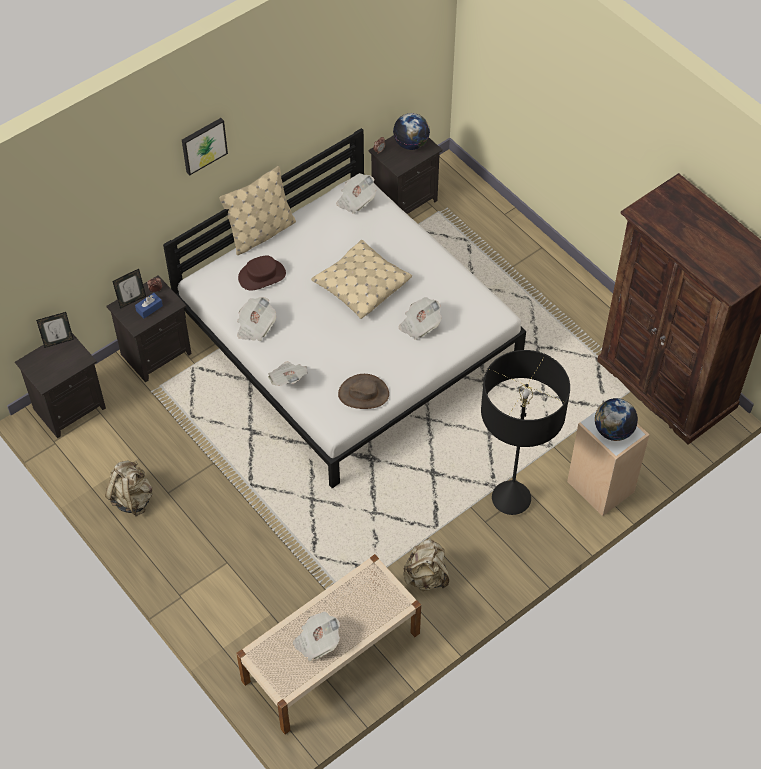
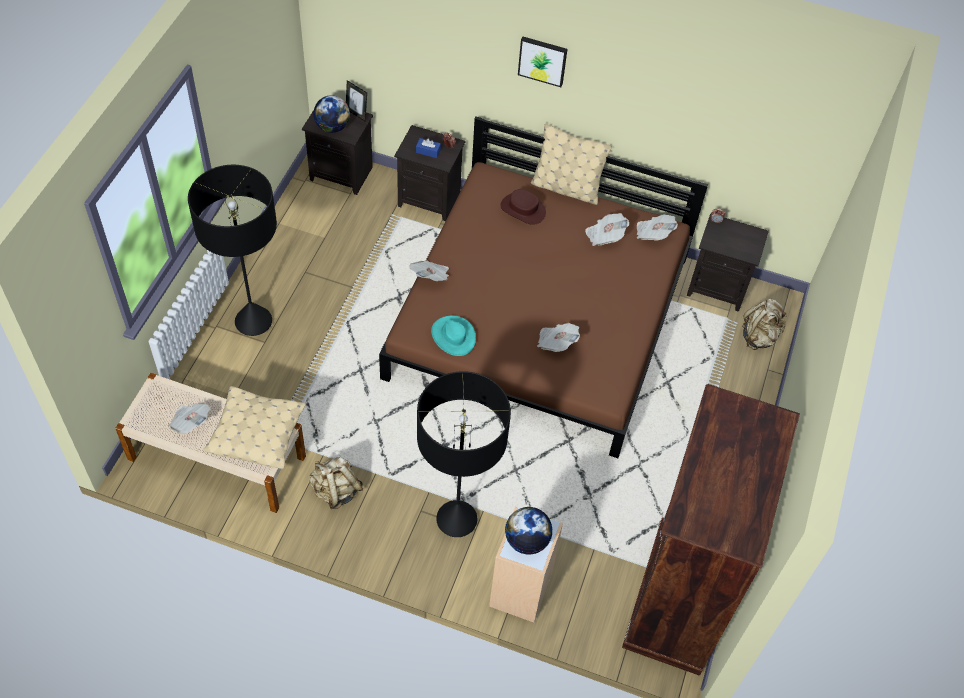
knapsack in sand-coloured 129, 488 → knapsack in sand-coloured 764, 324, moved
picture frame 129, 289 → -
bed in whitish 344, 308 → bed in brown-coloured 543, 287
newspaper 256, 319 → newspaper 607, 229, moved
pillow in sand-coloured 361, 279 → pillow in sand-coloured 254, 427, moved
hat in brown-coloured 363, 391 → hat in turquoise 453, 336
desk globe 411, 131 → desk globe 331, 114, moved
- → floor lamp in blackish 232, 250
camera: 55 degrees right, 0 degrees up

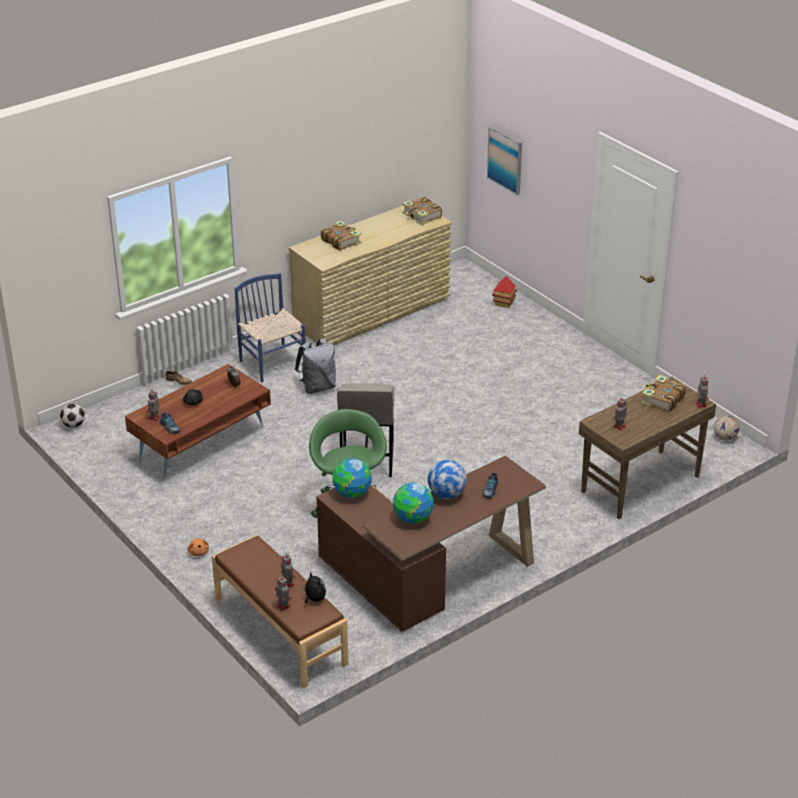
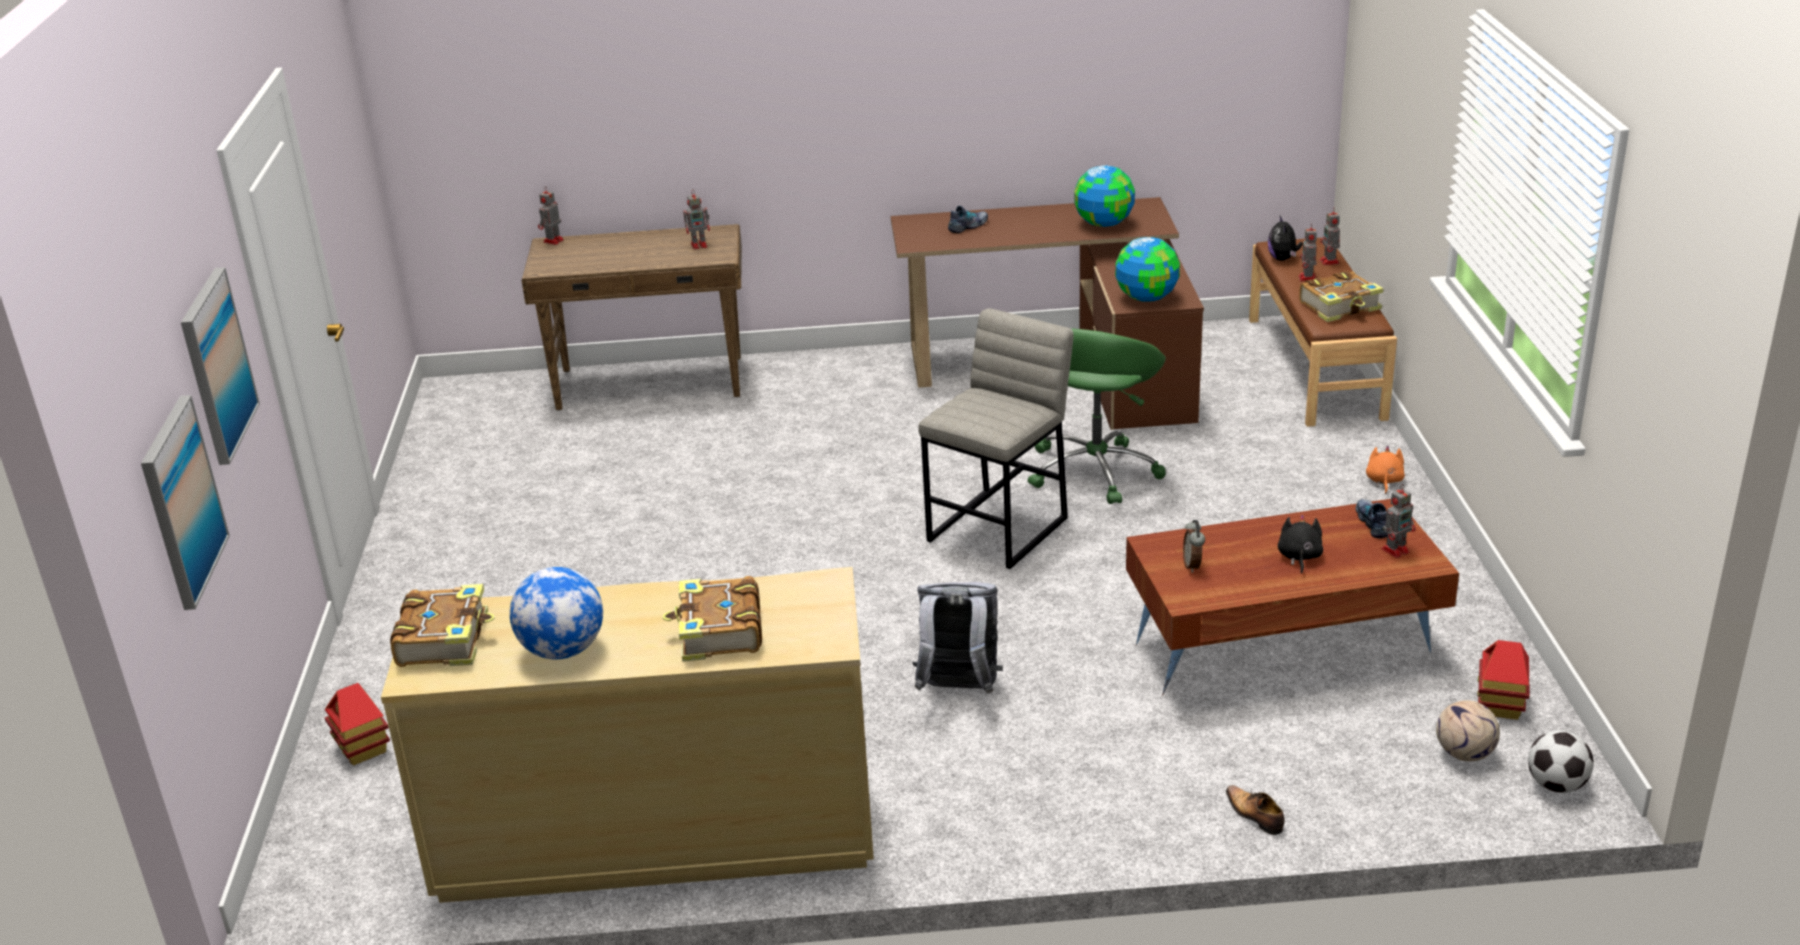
upright chair in bluish 270, 327 → -
desk globe 447, 479 → desk globe 556, 613, moved
volume 663, 393 → volume 1341, 296, moved
football 726, 428 → football 1468, 730, moved
- → picture 220, 366
- → toy house 1503, 680
camera: 145 degrees left, 5 degrees down

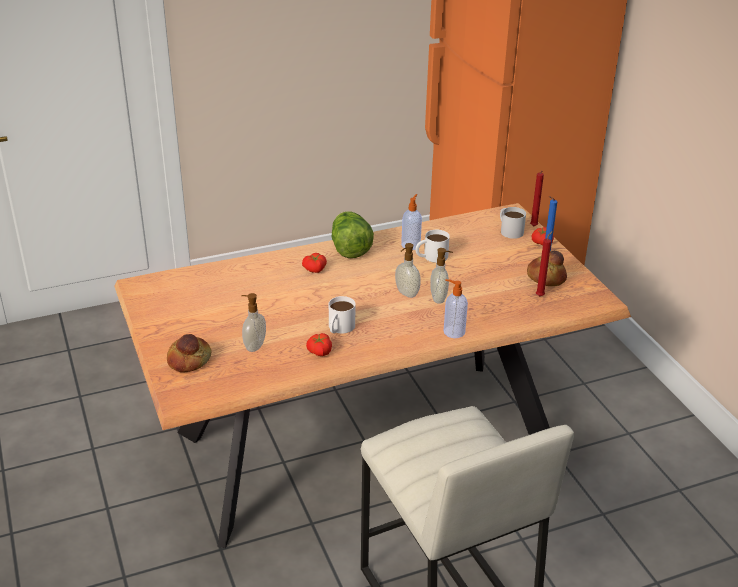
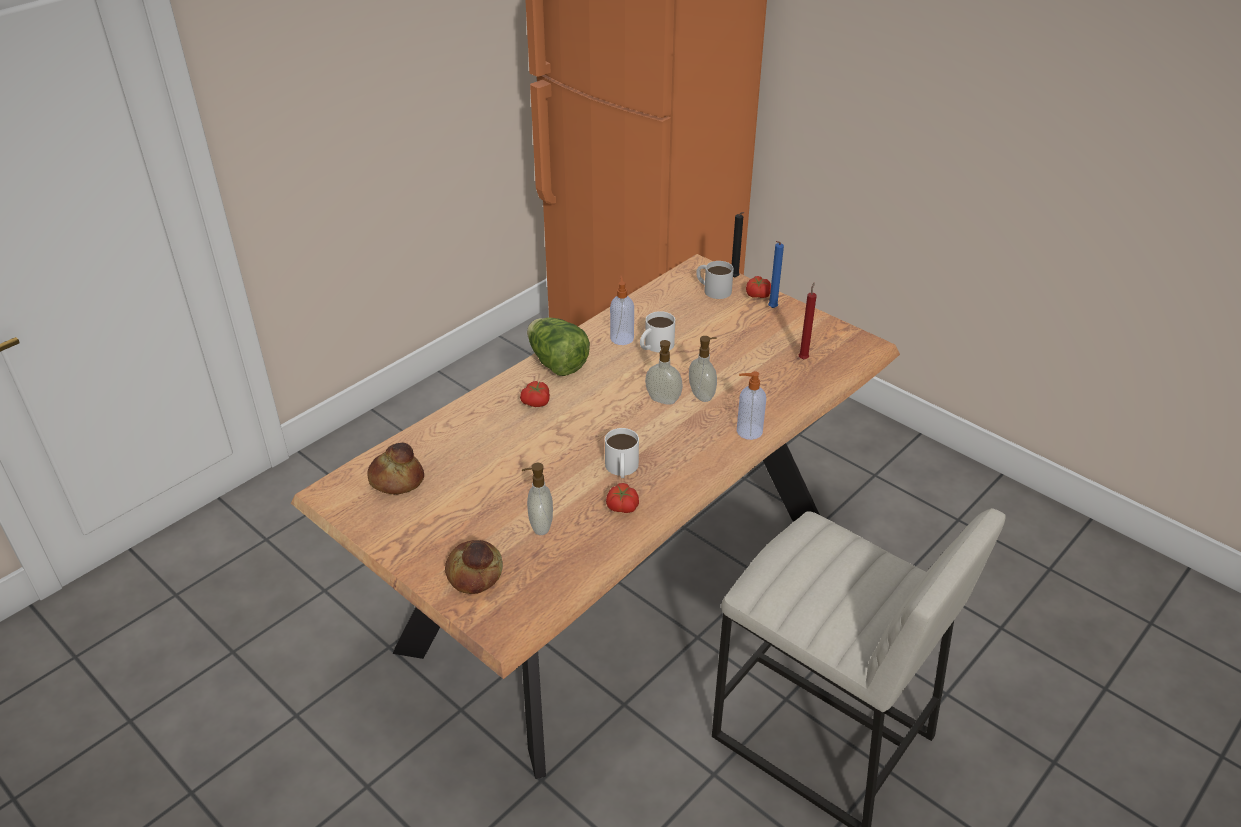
bread 547, 268 → bread 395, 468, moved
wax candle in red-coloured 537, 198 → wax candle in blackish 738, 245
camera: 25 degrees left, 5 degrees up

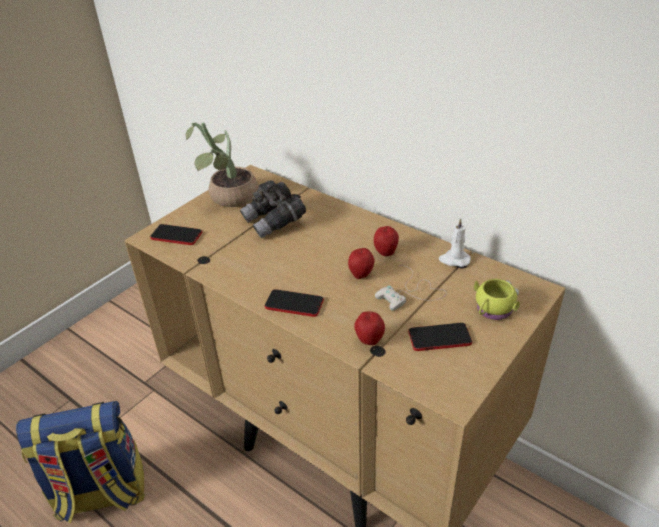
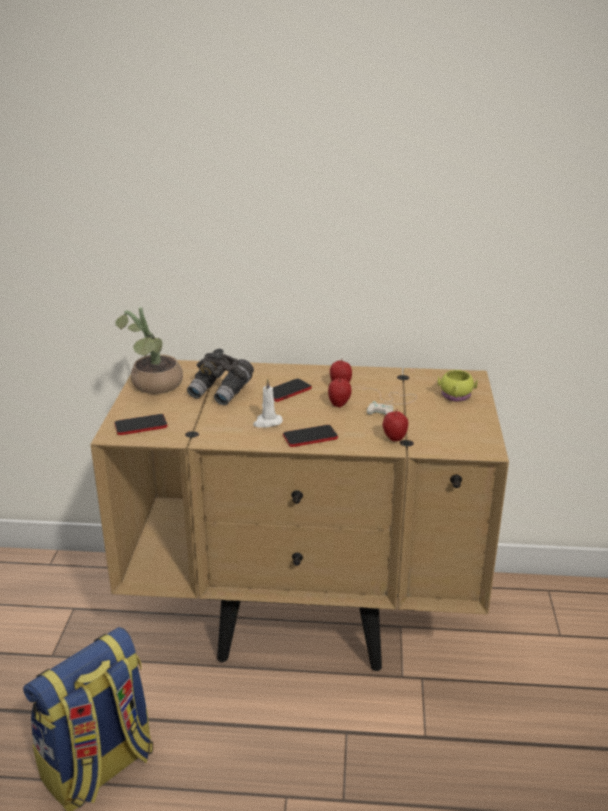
telephone 440, 337 → telephone 292, 390, moved
wax candle in whitish 455, 242 → wax candle in whitish 268, 403, moved
camera: 35 degrees left, 10 degrees down

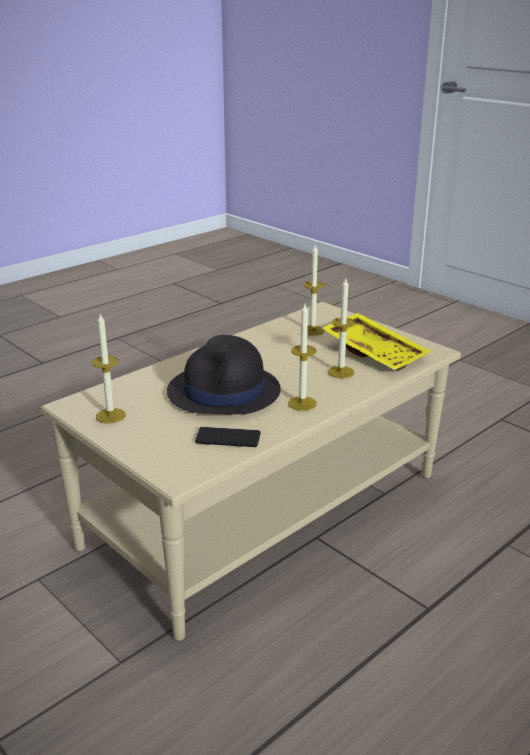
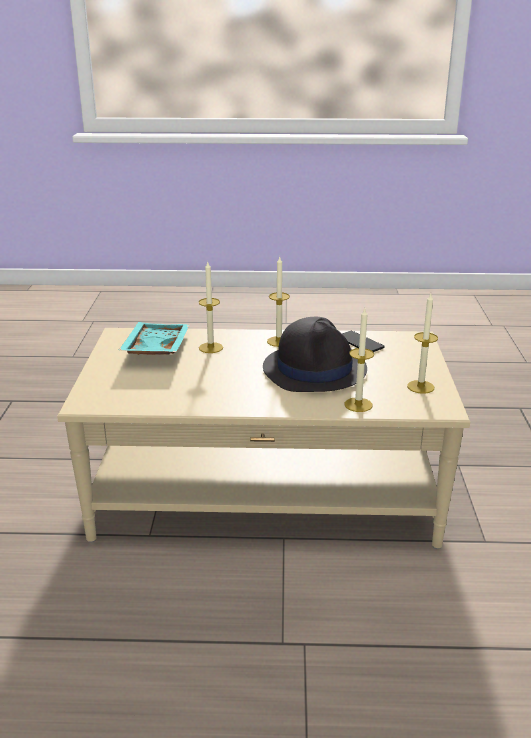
wax candle 314, 290 → wax candle 359, 360, moved
tray in yellow 376, 342 → tray in turquoise 154, 338
camera: 135 degrees left, 0 degrees up

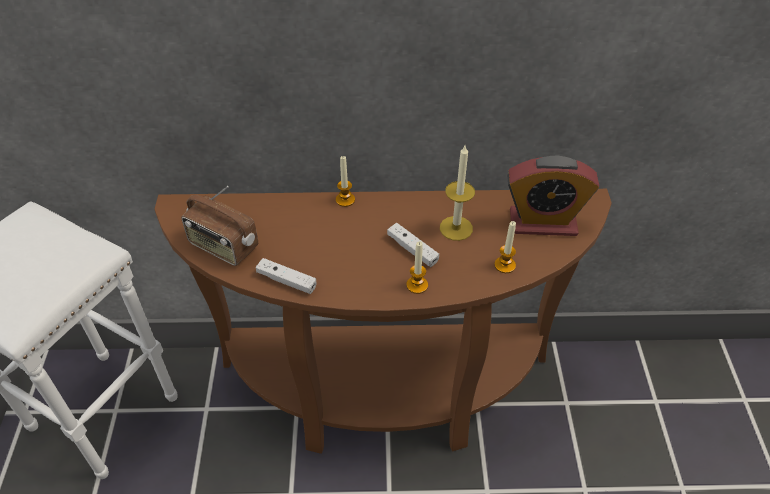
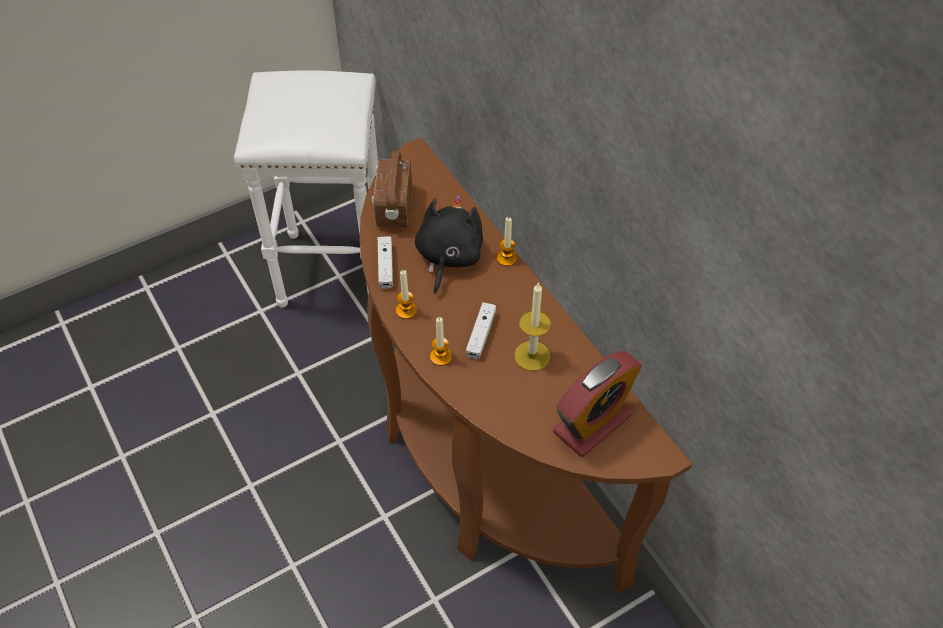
wax candle 505, 247 → wax candle 406, 294, moved
bedside clock 553, 195 → bedside clock 598, 404, 105 degrees counterclockwise
- → plush toy in blackish 449, 245
camera: 60 degrees right, 5 degrees up

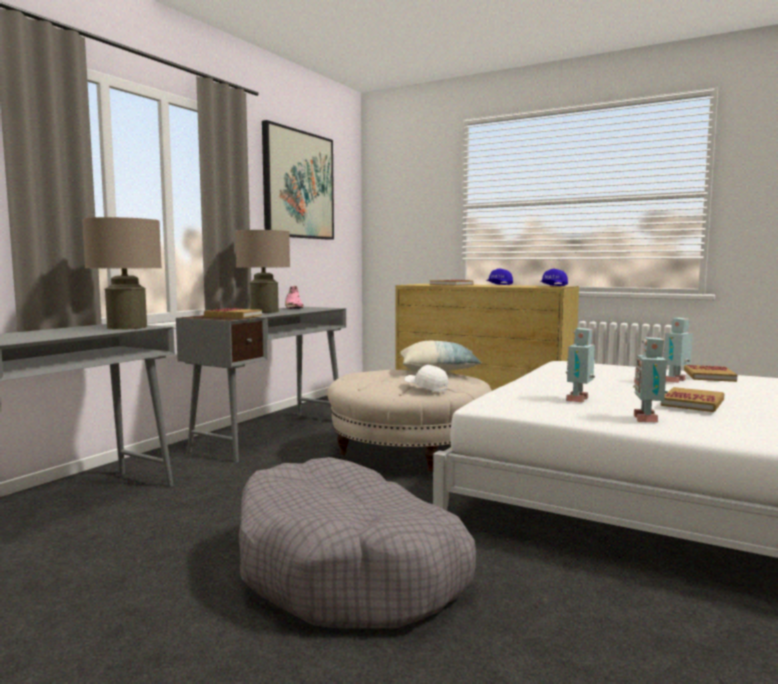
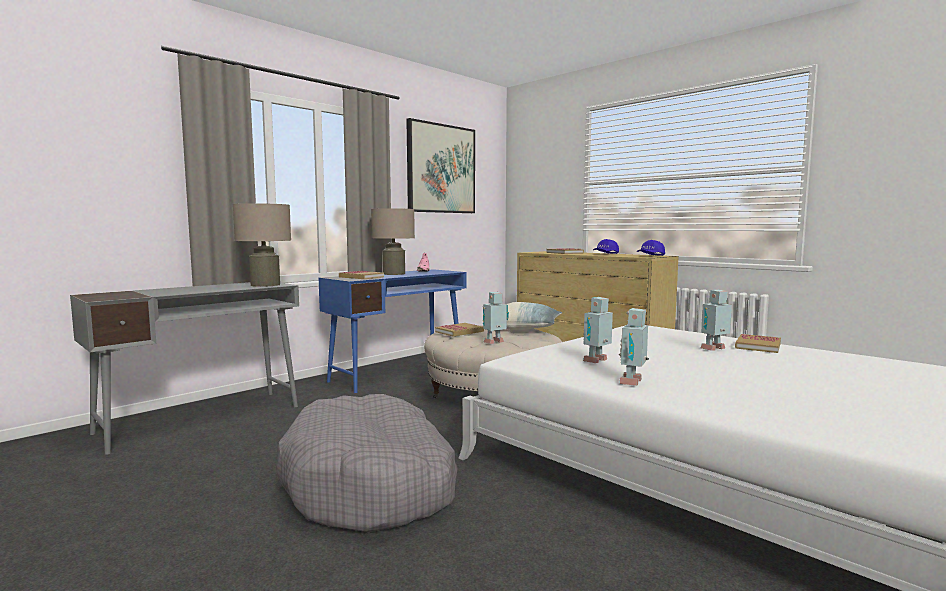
desk table in gray 261, 385 → desk table in bluish 392, 331
baseball cap in whitish 426, 378 → model robot 496, 318
volume 693, 399 → volume 459, 330, moved
camera: 15 degrees right, 0 degrees up

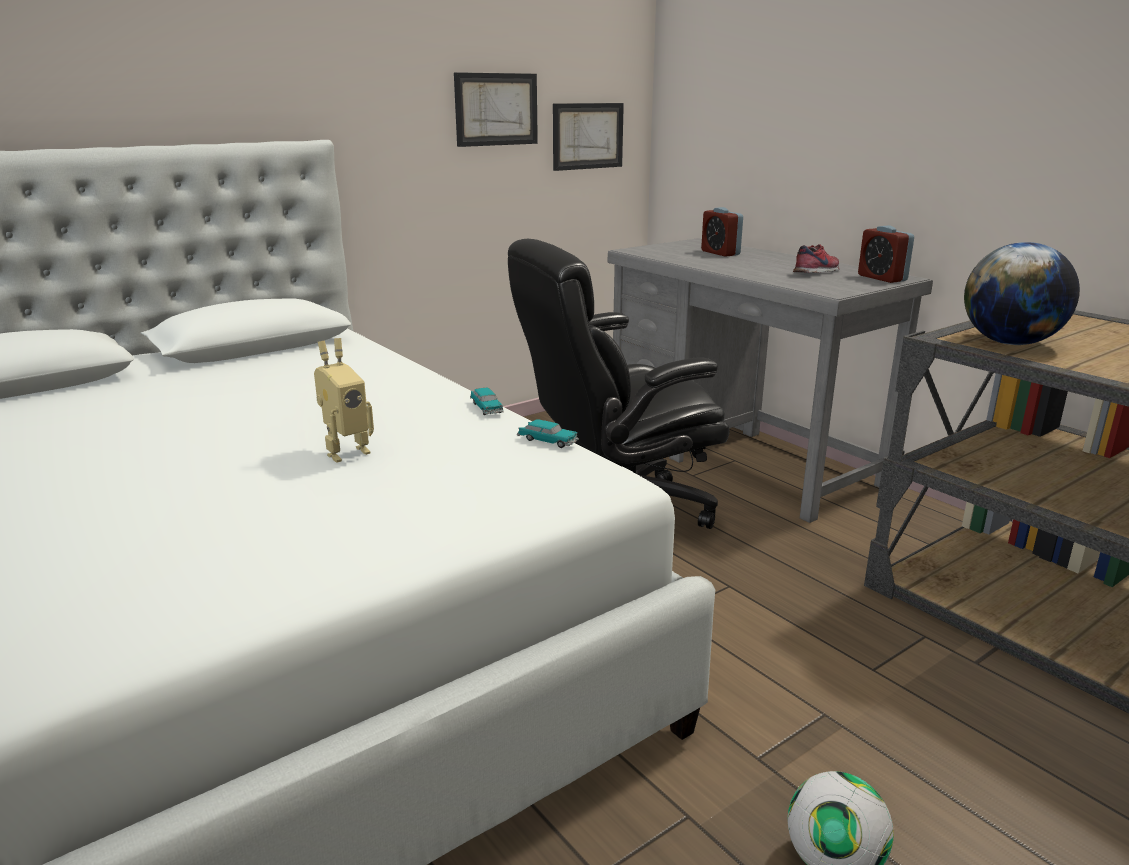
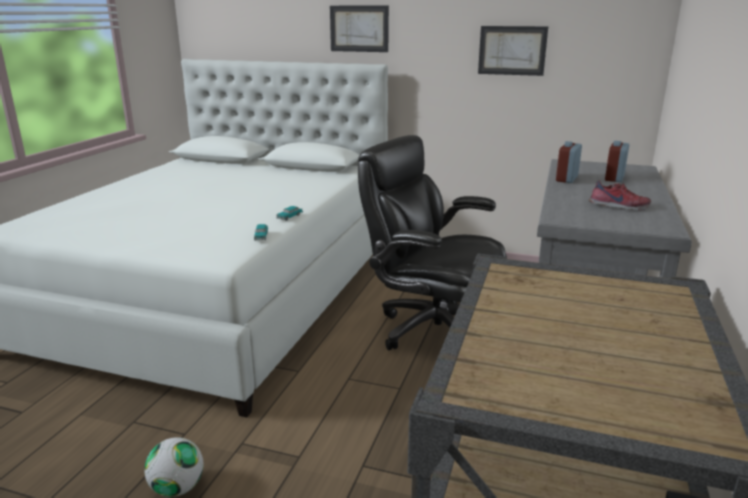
model robot 344, 400 → -
picture 588, 137 → picture 359, 29, moved
bedside clock 886, 254 → bedside clock 569, 162, moved
desk globe 1022, 293 → -
camera: 55 degrees right, 0 degrees up

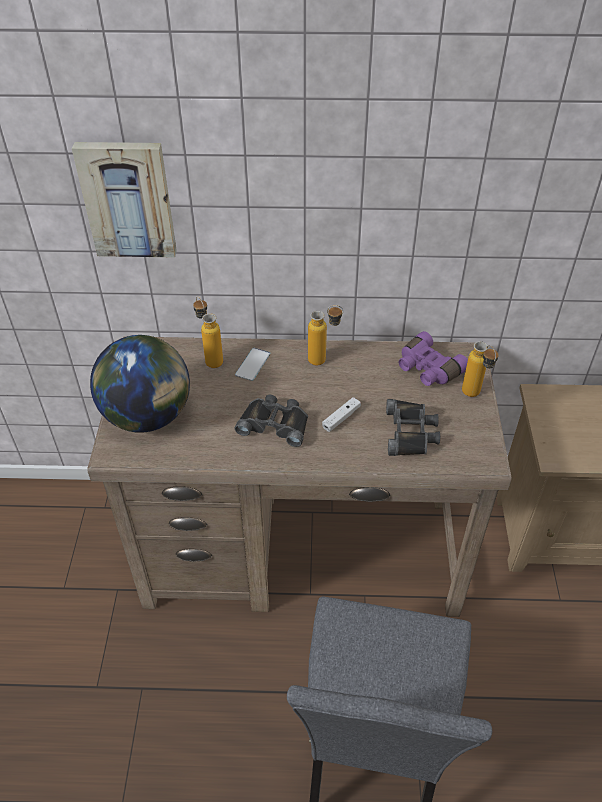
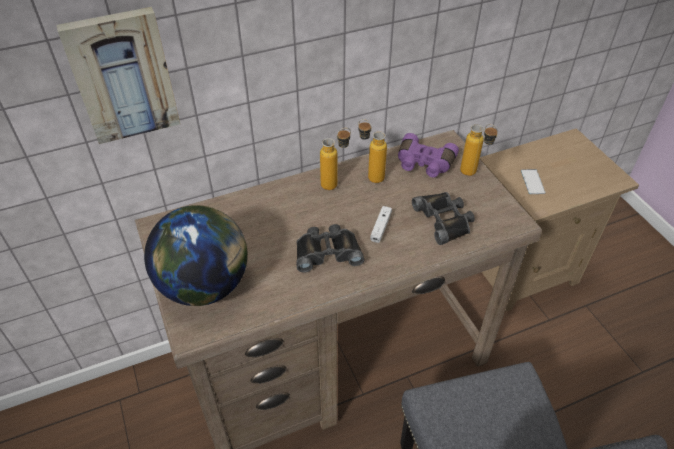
bottle 208, 332 → bottle 372, 151, moved
telephone 252, 364 → telephone 533, 181, moved
camera: 25 degrees left, 0 degrees up

